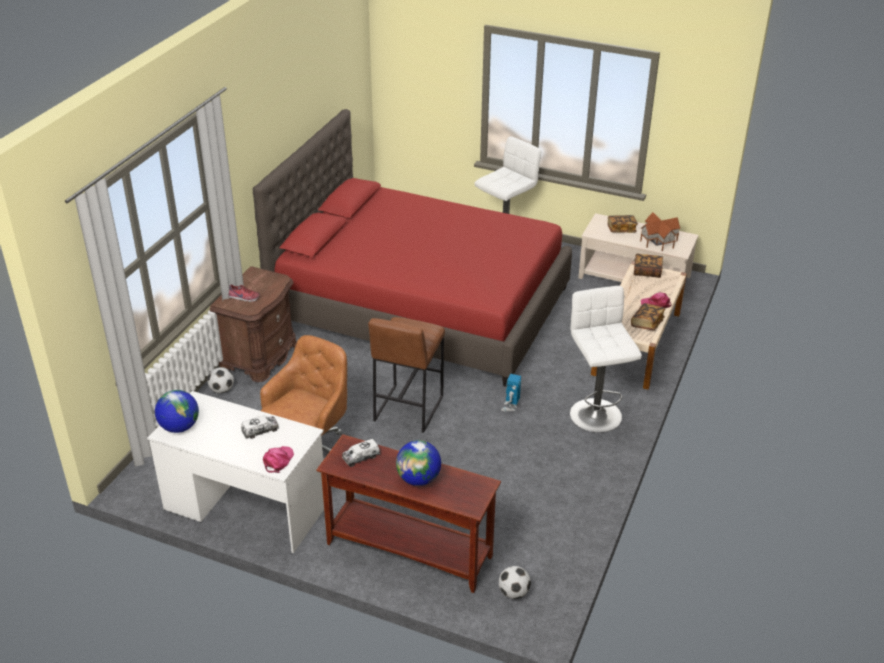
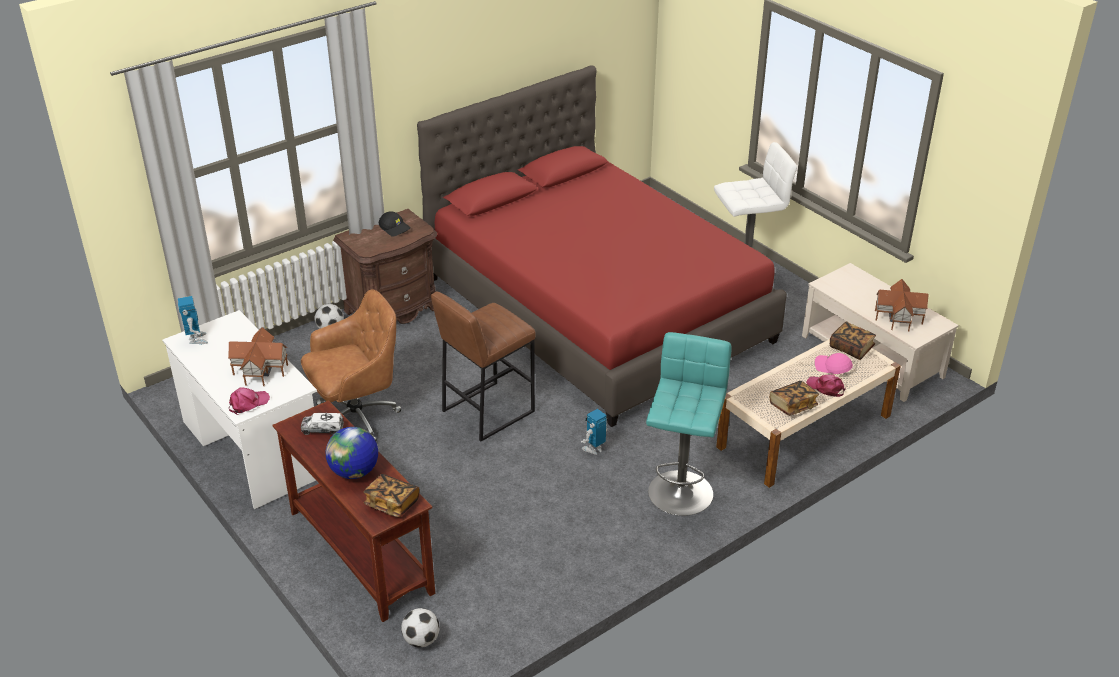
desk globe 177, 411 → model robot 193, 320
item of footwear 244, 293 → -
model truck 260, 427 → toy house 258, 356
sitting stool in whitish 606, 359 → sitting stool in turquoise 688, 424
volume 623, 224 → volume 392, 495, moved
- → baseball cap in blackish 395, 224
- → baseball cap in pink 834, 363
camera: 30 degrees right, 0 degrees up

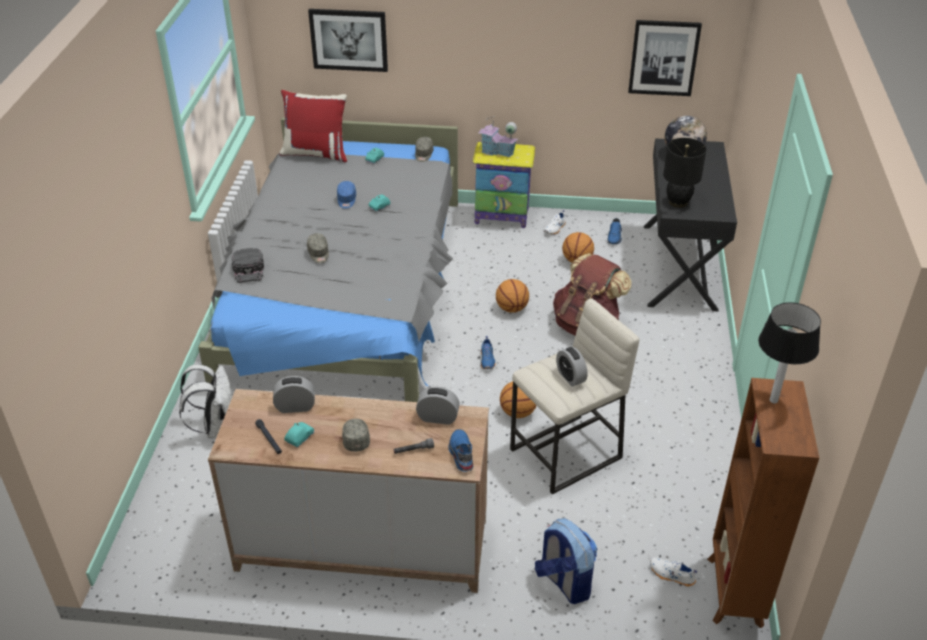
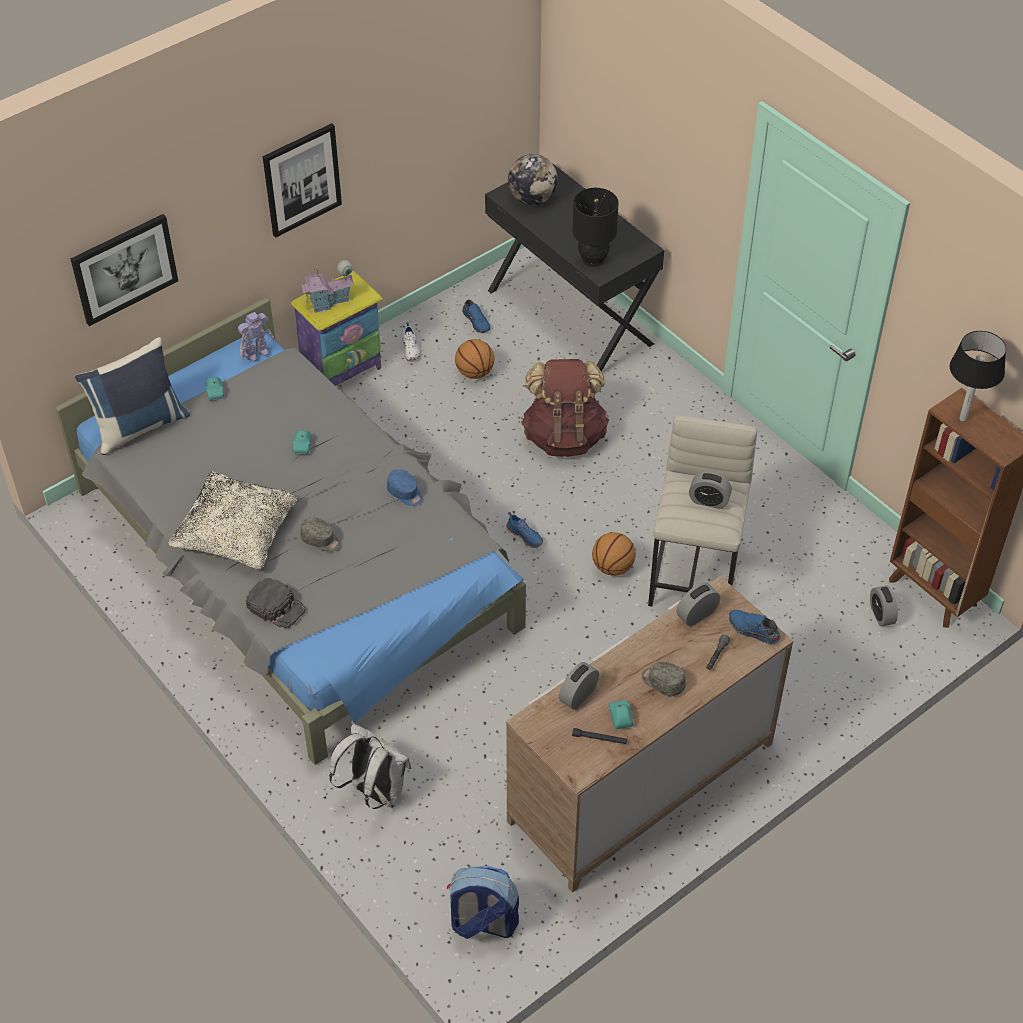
pillow in red-coloured 313, 126 → pillow in bluish 132, 396
baseball cap in bluish 346, 195 → baseball cap in bluish 404, 487, moved
baseball cap in gray 424, 149 → model robot 256, 337
basketball 512, 296 → -
knapsack 566, 561 → knapsack 483, 902, moved
picture 665, 58 → picture 302, 180, moved
item of footwear in whitish 673, 571 → bedside clock 884, 605
- → pillow in sand-coloured 232, 520
camera: 45 degrees left, 10 degrees up

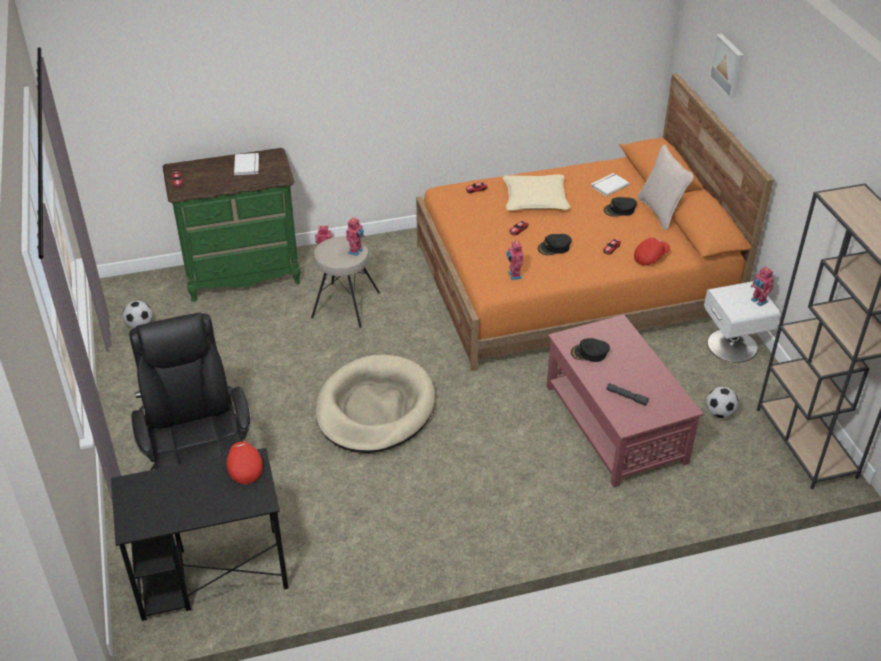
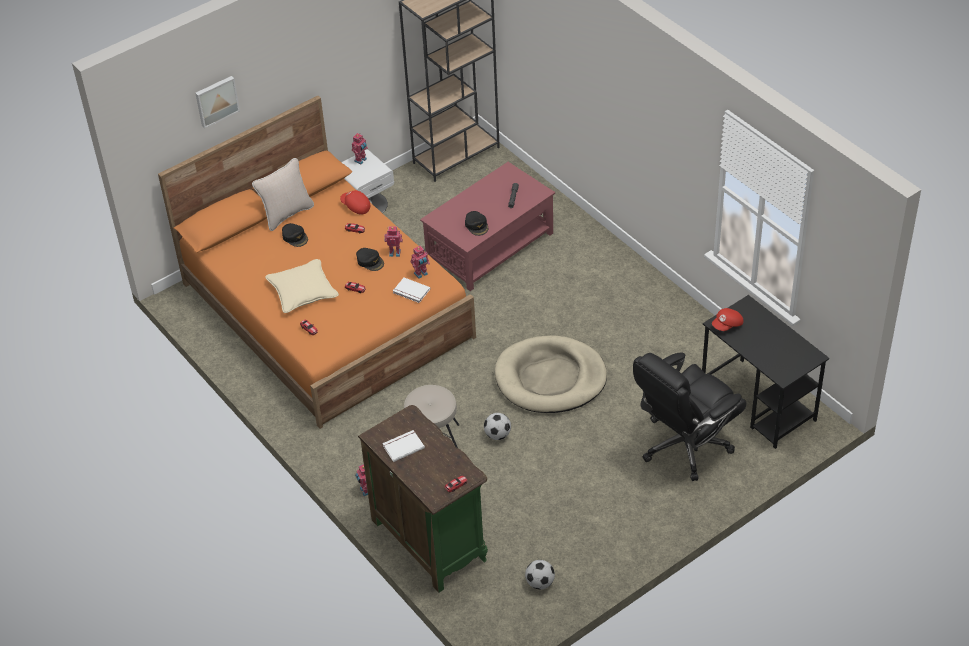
model robot 355, 237 → model robot 393, 241, moved
volume in whitish 610, 184 → volume in whitish 411, 290, moved
football 722, 402 → football 497, 426, moved
camera: 110 degrees left, 5 degrees up

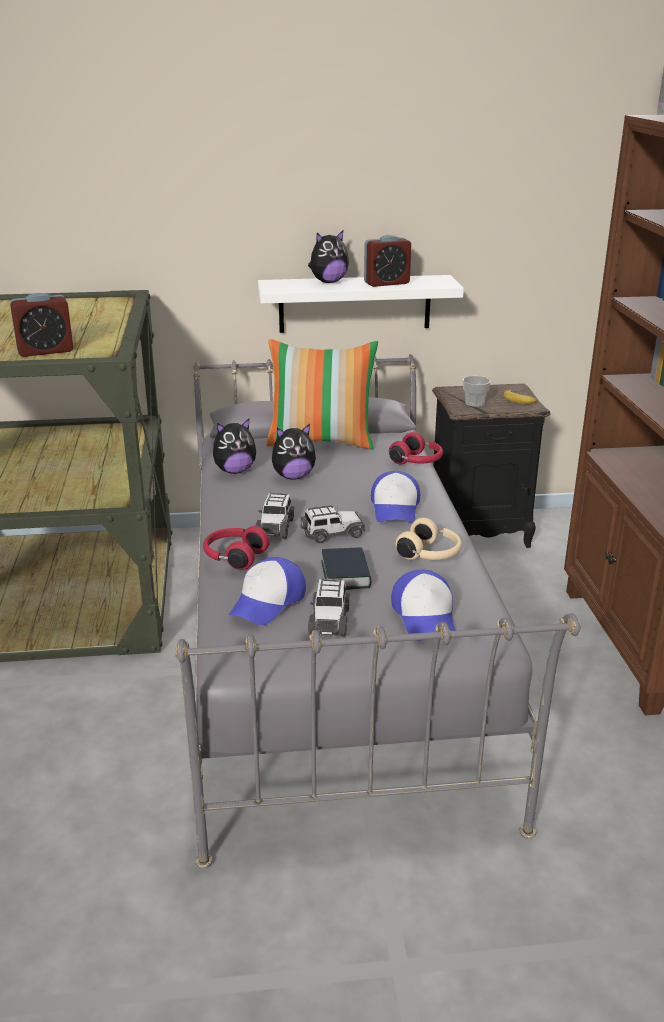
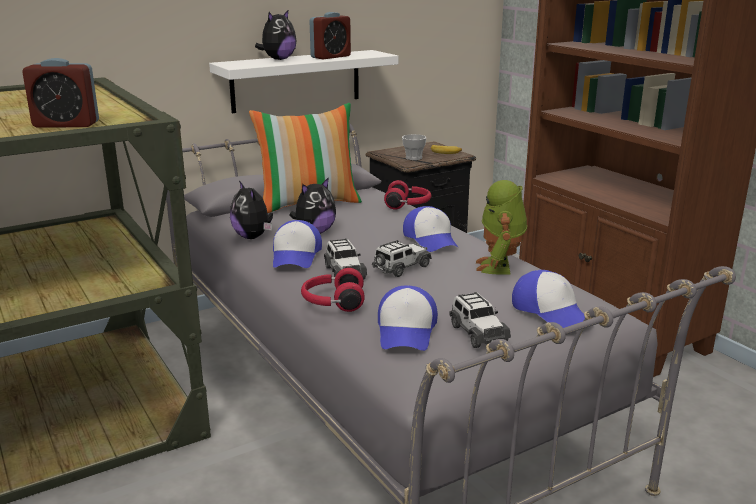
bedside clock 42, 325 → bedside clock 60, 93, 45 degrees clockwise
plush toy 234, 446 → plush toy 251, 210, 105 degrees clockwise
volume 346, 568 → -
headset in sand-coloured 429, 539 → model robot 501, 227
- → baseball cap 297, 244
camera: 25 degrees left, 5 degrees down

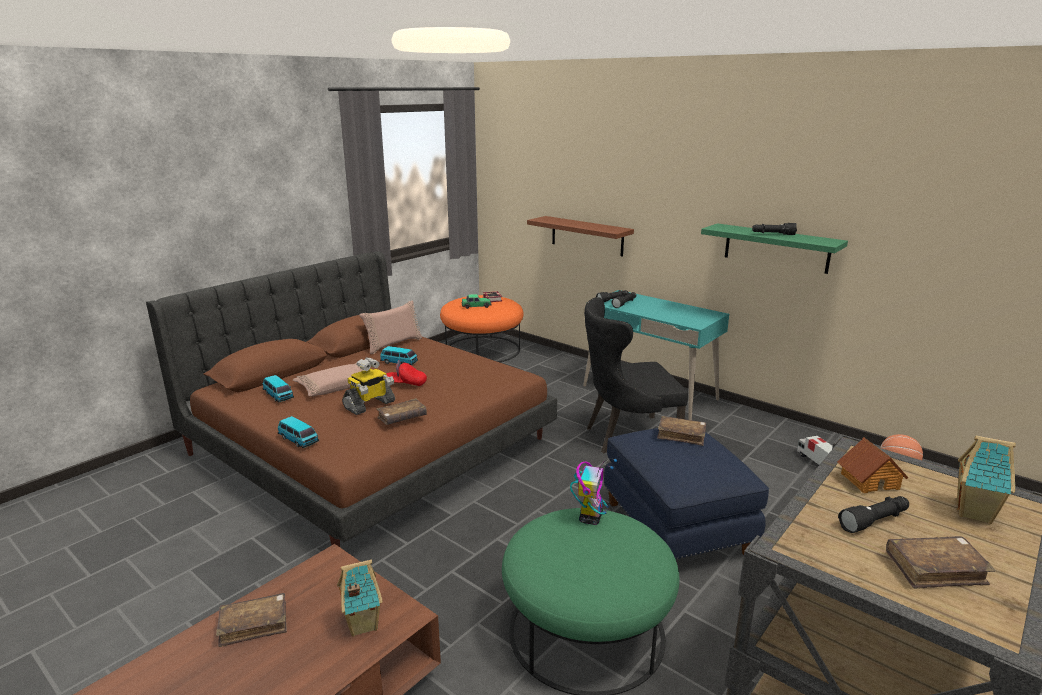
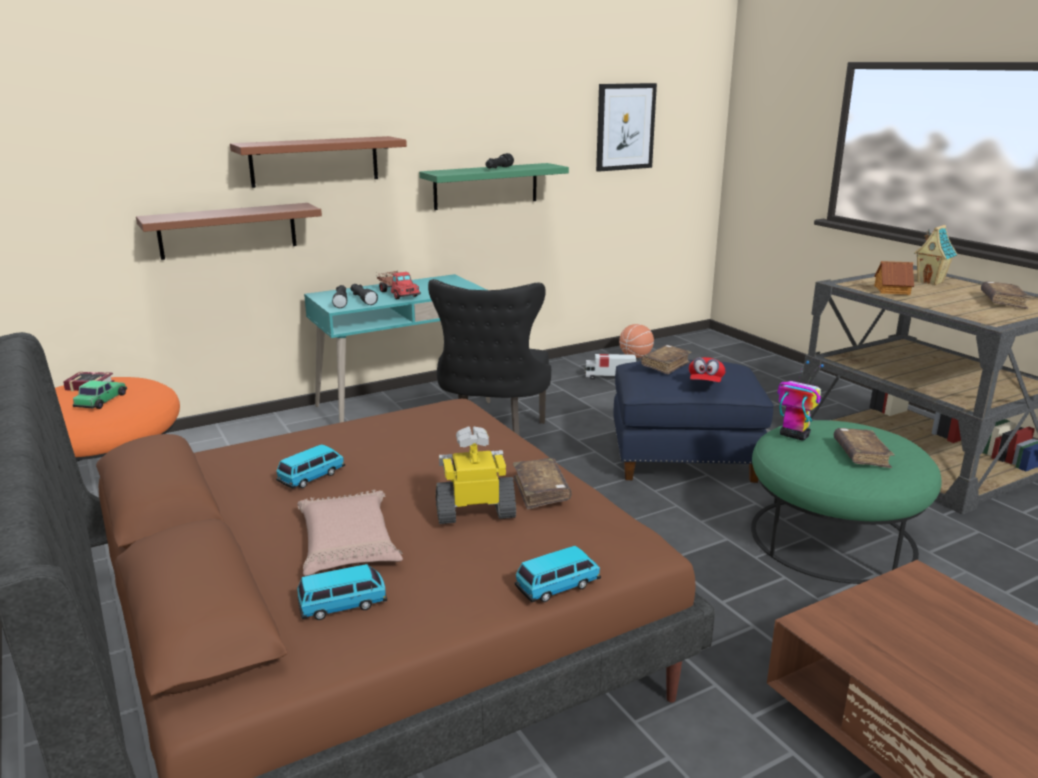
volume in brown-coloured 251, 620 → volume in brown-coloured 864, 448, moved
toy house 360, 598 → -
model robot 368, 386 → model robot 476, 475, 75 degrees counterclockwise
pillow in sand-coloured 390, 327 → -
baseball cap in red-coloured 406, 373 → baseball cap in red-coloured 707, 369, moved
torch in blackish 873, 514 → -
- → wall shelf in brown-coloured 318, 162
- → model truck 399, 285
- → picture 626, 127
camera: 70 degrees left, 0 degrees up

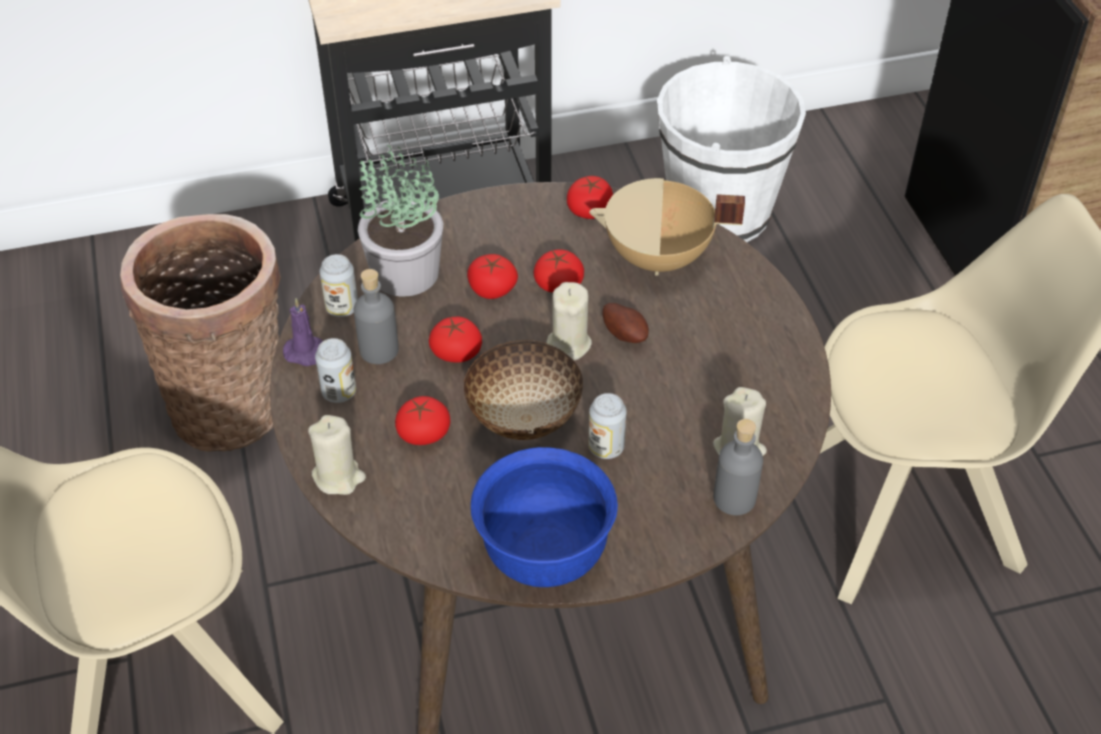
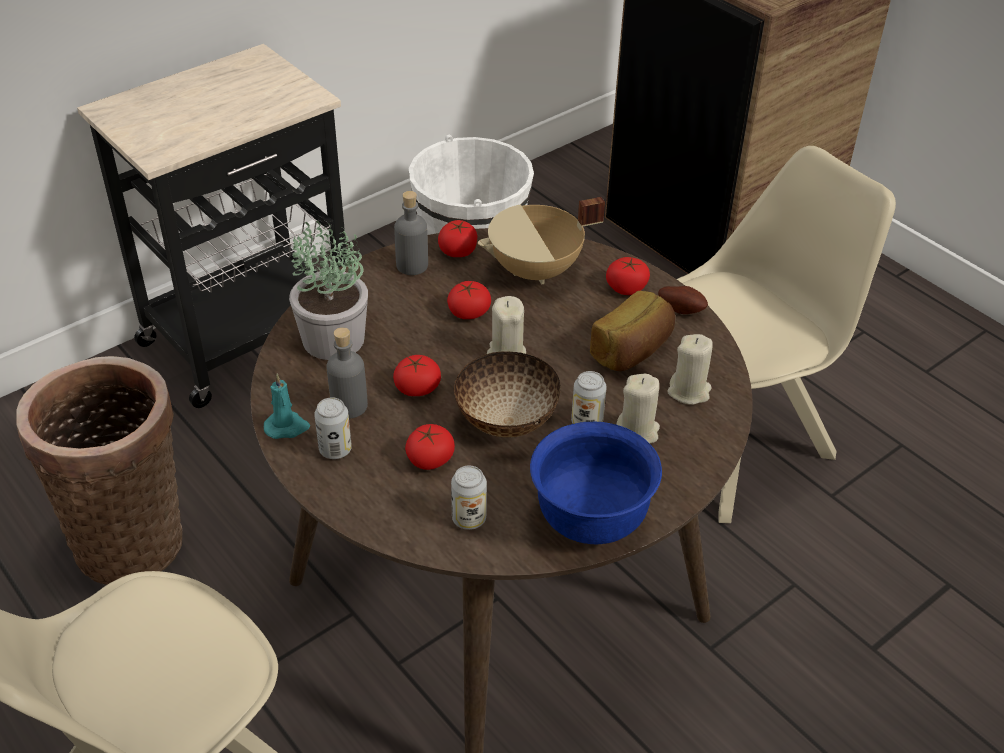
wax candle in purple 303, 332 → wax candle in turquoise 287, 406
wax candle in sand-coloured 337, 455 → wax candle in sand-coloured 638, 408, moved
metal can 339, 285 → metal can 469, 498, moved
whole tomato 492, 276 → whole tomato 628, 276, moved
whole potato 626, 323 → whole potato 683, 300, moved
bottle in gray 738, 467 → bottle in gray 411, 233, moved
- → bread 632, 331
camera: 25 degrees left, 5 degrees down

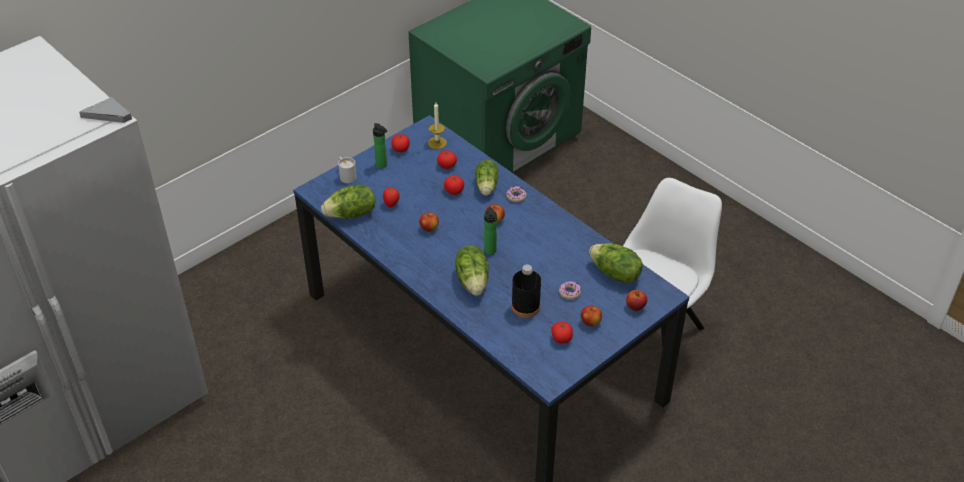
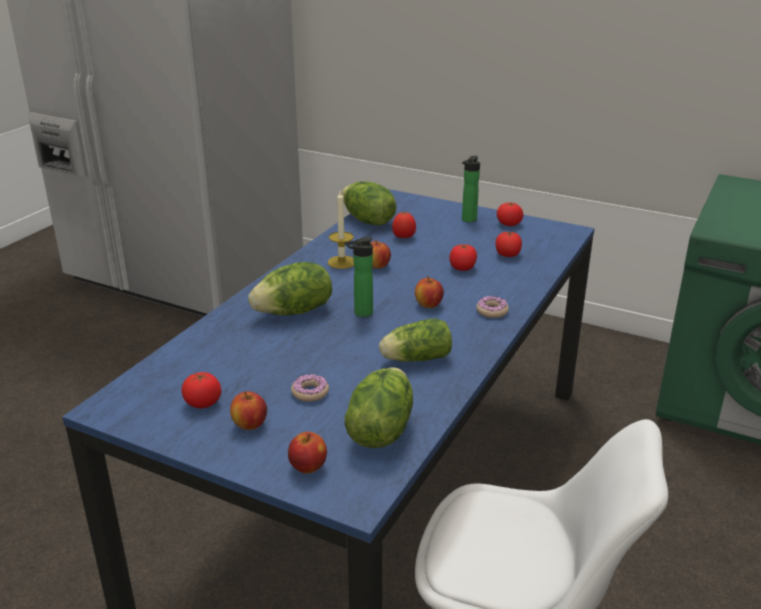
tea mug in whitish 347, 170 → -
wax candle 437, 126 → wax candle 341, 230, moved
head of lettuce 487, 178 → head of lettuce 415, 340, moved
bottle in blackish 526, 291 → -
camera: 70 degrees right, 15 degrees down

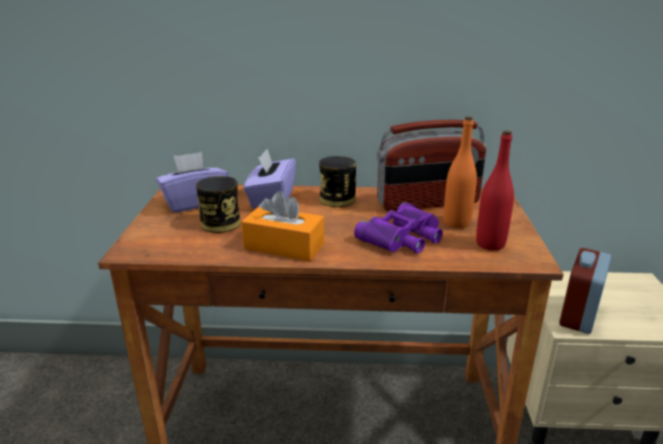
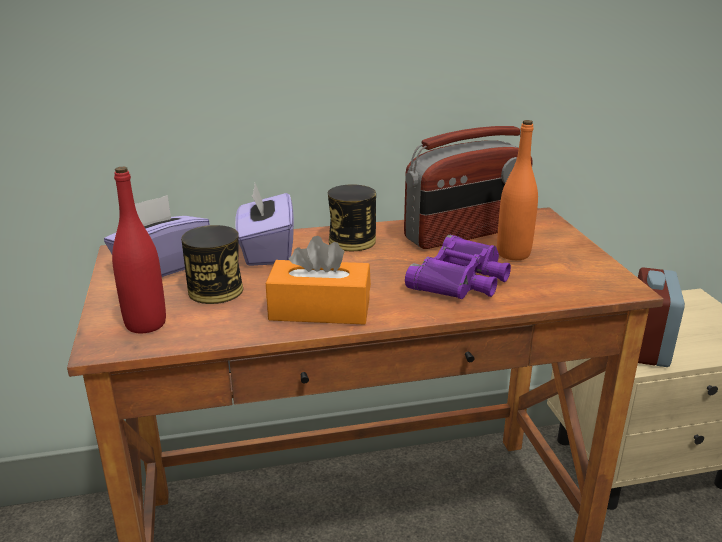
bottle in red-coloured 495, 190 → bottle in red-coloured 139, 250, moved
camera: 15 degrees left, 0 degrees up

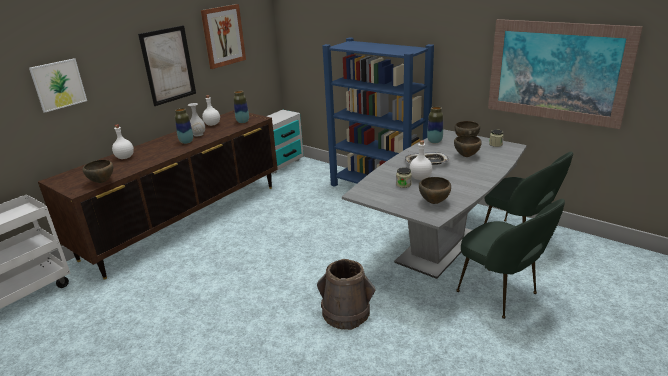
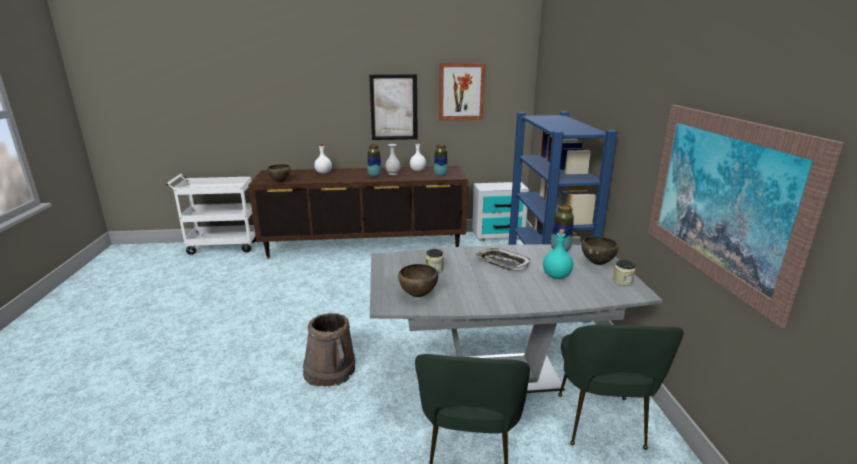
picture 58, 85 → -
bottle in whitish 420, 160 → -
serving bowl in brown-coloured 468, 146 → bottle in turquoise 558, 254
camera: 45 degrees right, 5 degrees down

